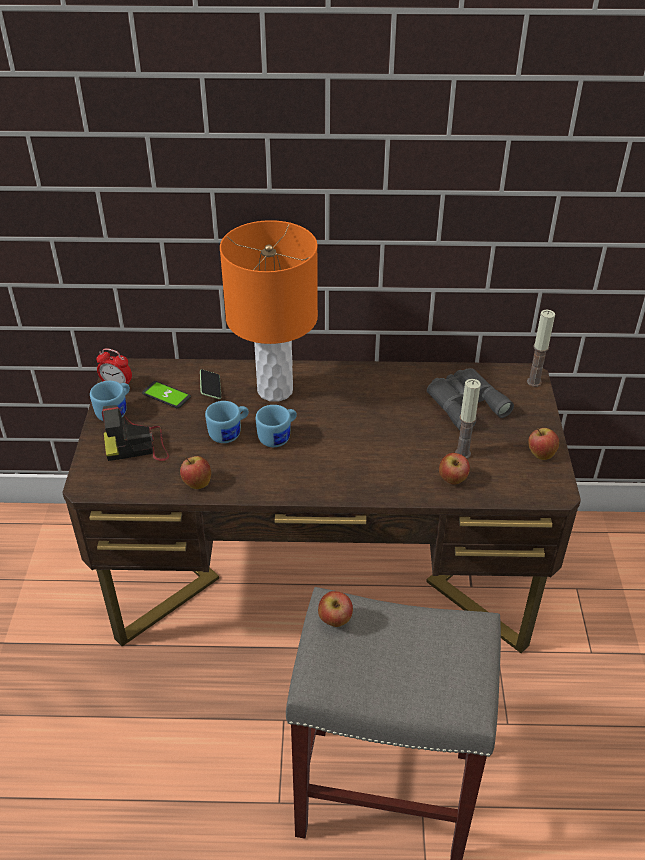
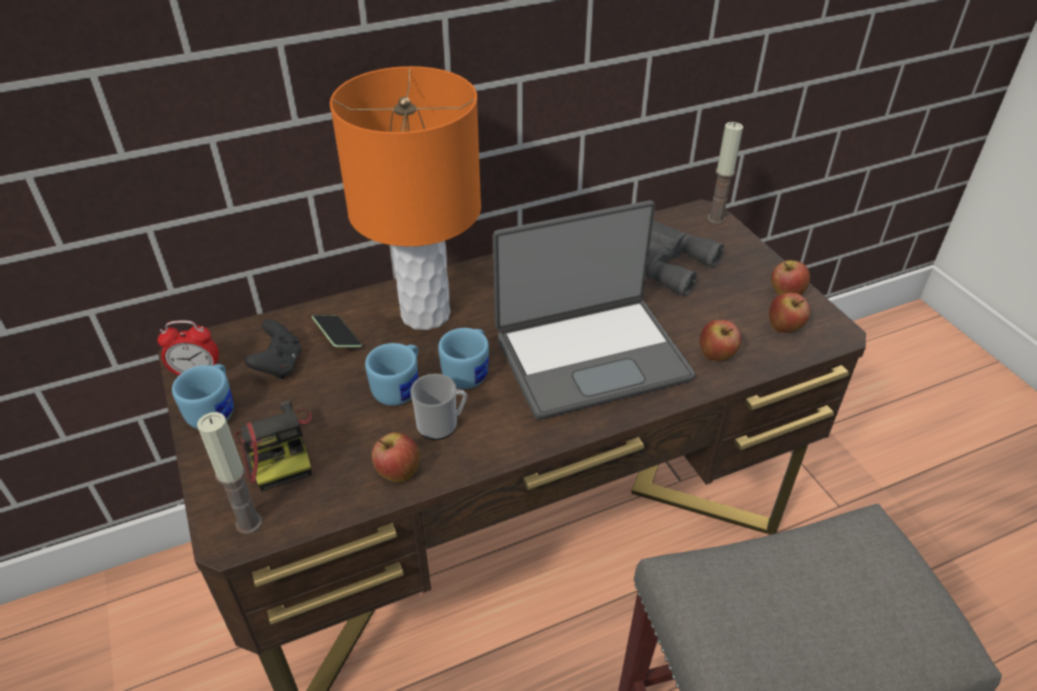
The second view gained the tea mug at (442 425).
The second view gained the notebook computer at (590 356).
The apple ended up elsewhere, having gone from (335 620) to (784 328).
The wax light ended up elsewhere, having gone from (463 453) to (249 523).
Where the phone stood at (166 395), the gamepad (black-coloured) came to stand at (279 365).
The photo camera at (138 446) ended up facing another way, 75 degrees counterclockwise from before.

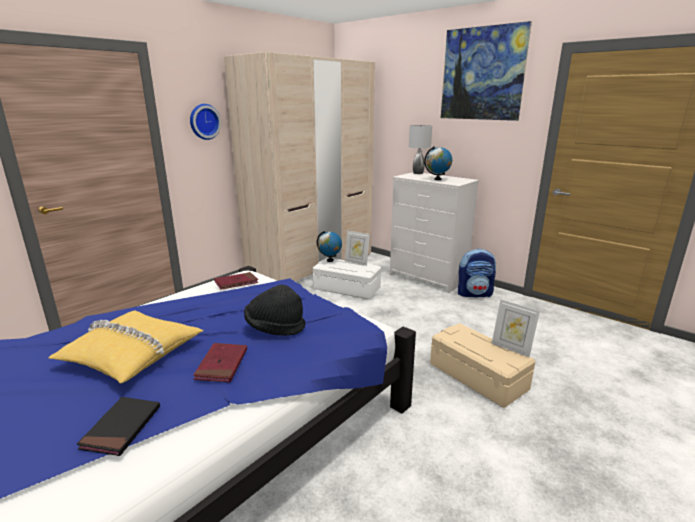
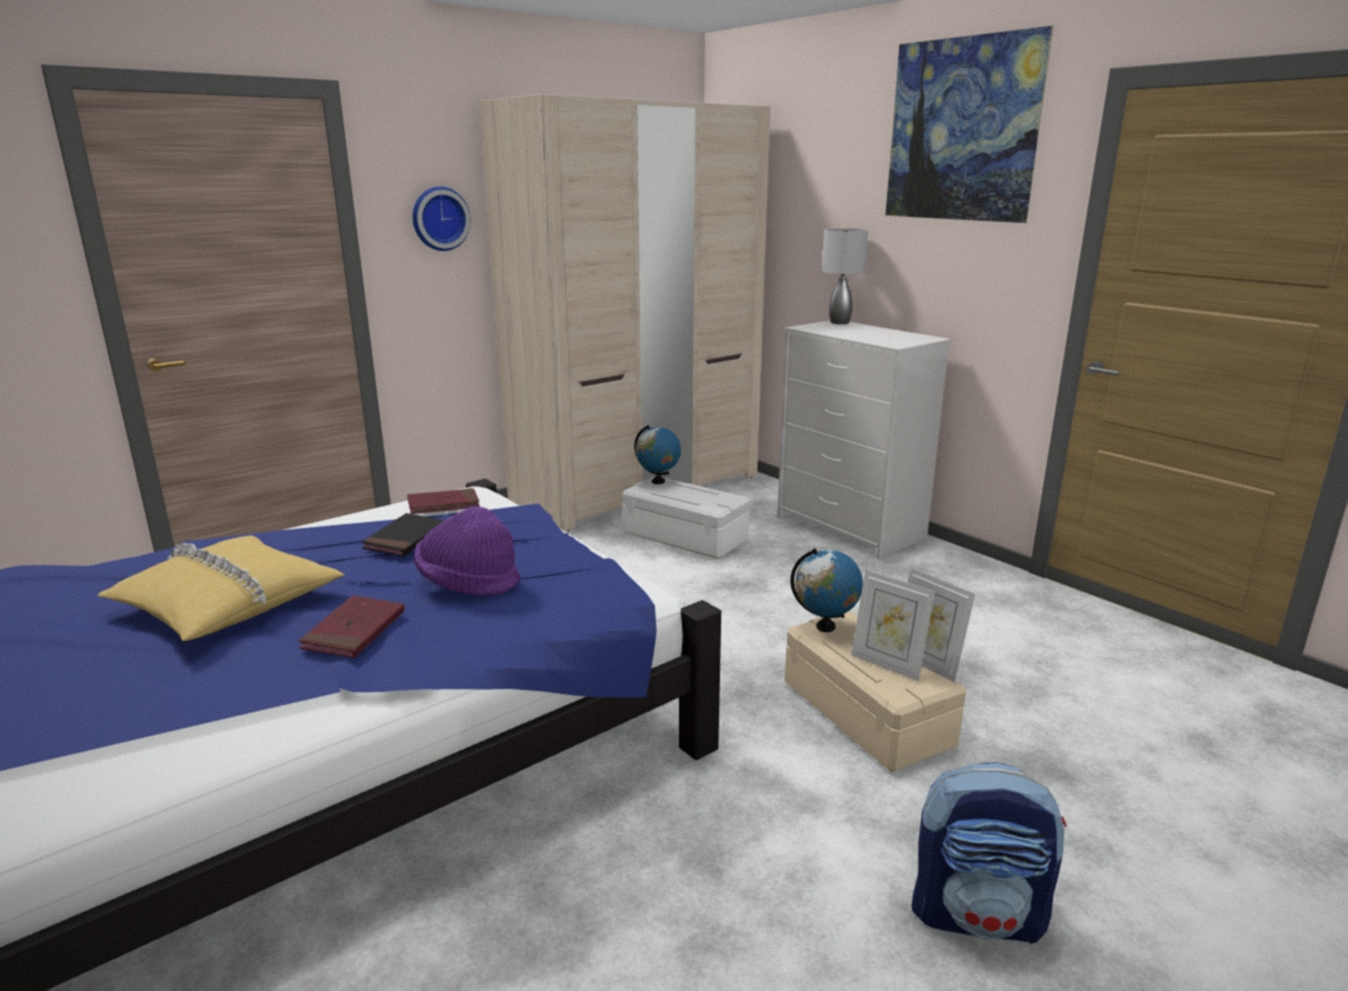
The book (black-coloured) ended up elsewhere, having gone from (122 428) to (405 539).
The picture frame ended up elsewhere, having gone from (356 262) to (887 664).
The world globe ended up elsewhere, having gone from (437 179) to (825 627).
The backpack ended up elsewhere, having gone from (474 293) to (978 915).
What was the clothing hat (black-coloured) at (275 328) turned into the clothing hat (purplish) at (468 582).

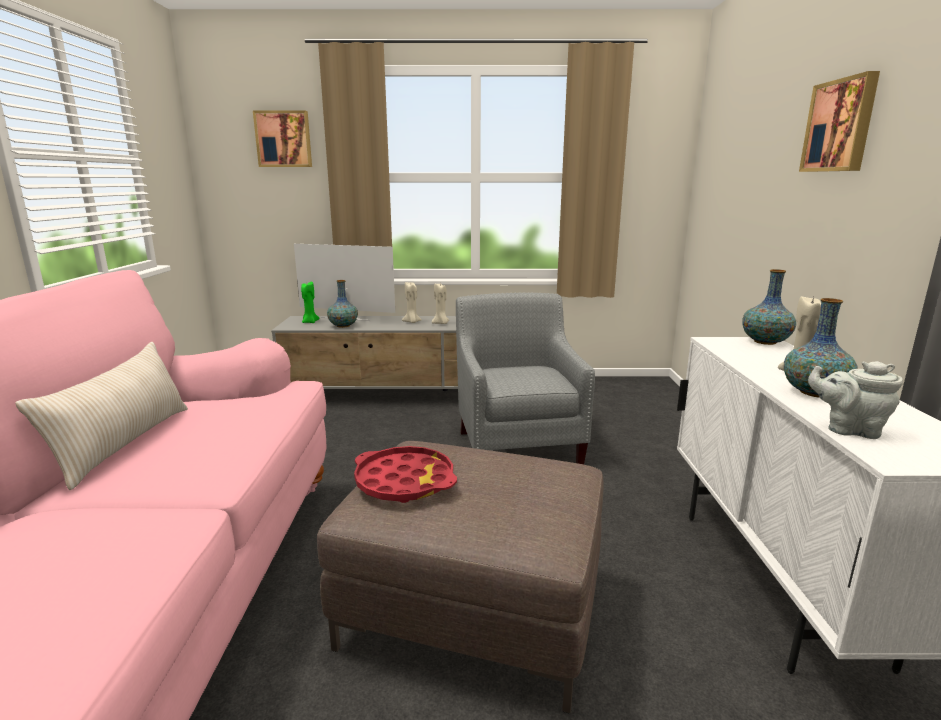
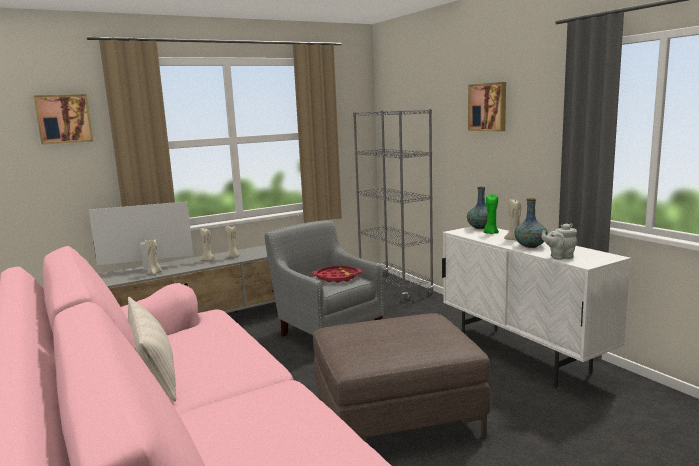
The second view gained the shelving unit (gray) at (395 287).
The wax light (greenish) ended up elsewhere, having gone from (310 322) to (490 233).
The tray (red) ended up elsewhere, having gone from (404 481) to (337 278).
Where the vase stood at (343 326), the wax light (beige-coloured) came to stand at (155 273).

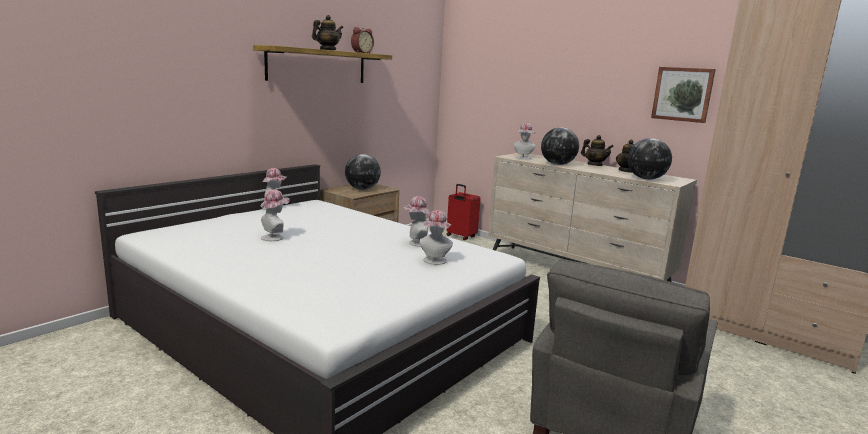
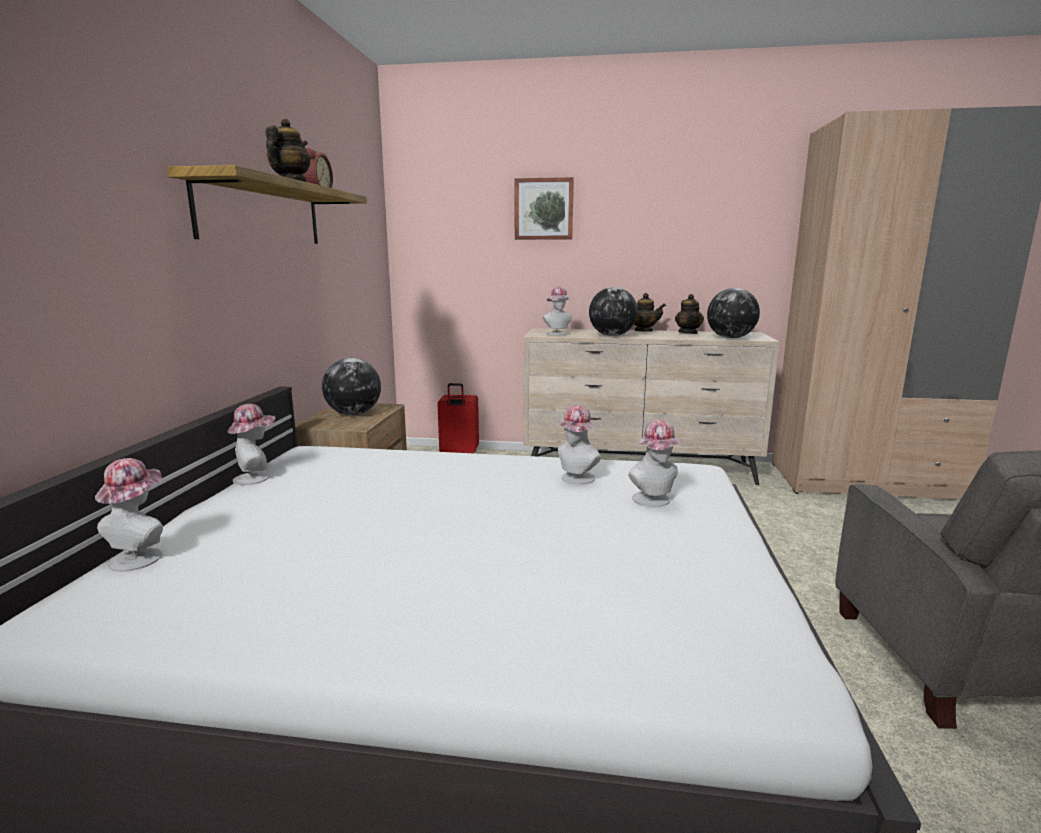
The clothing hat ended up elsewhere, having gone from (275 237) to (141 556).
The wall picture ended up elsewhere, having gone from (682 94) to (544 209).

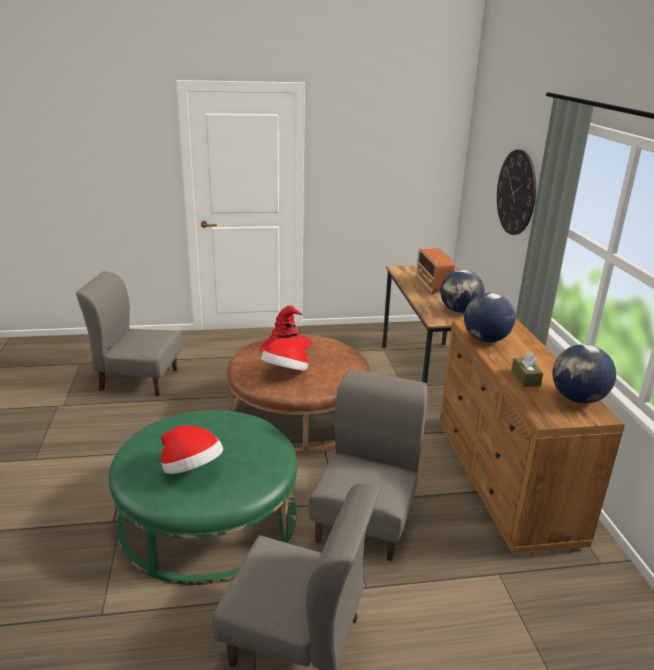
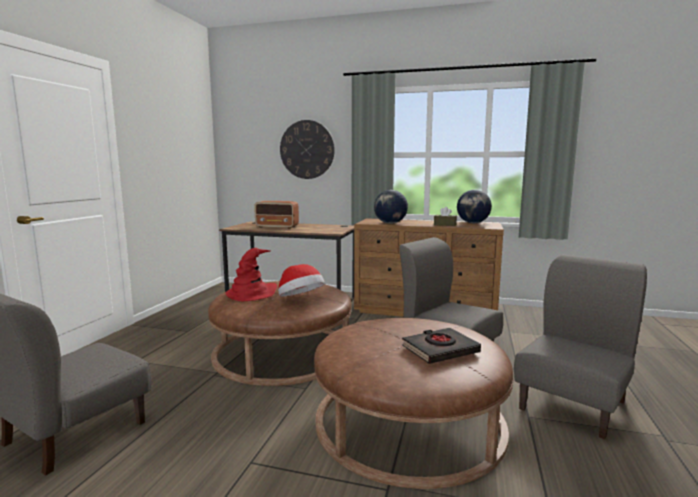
The second view lost the world globe at (459 311).
Where the clothing hat stood at (191 469), the book (black-coloured) came to stand at (440 350).
What was the ottoman (greenish) at (209 515) turned into the ottoman (brown) at (409 420).

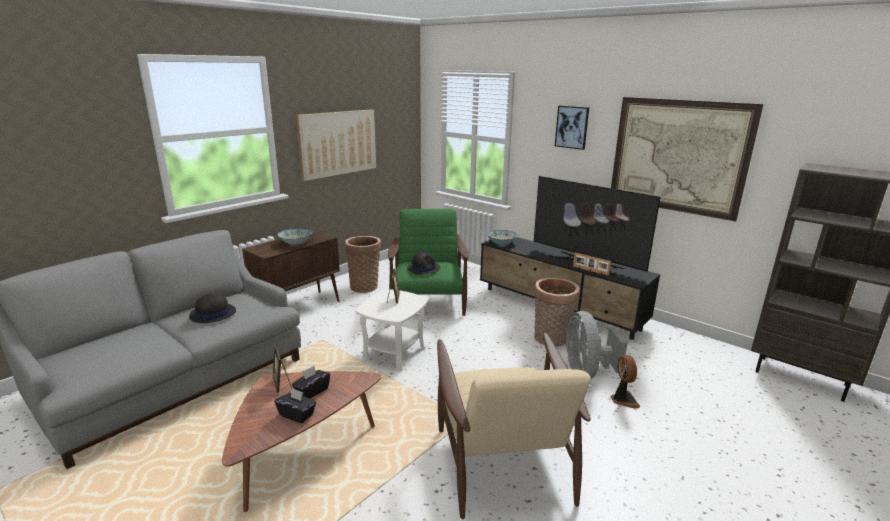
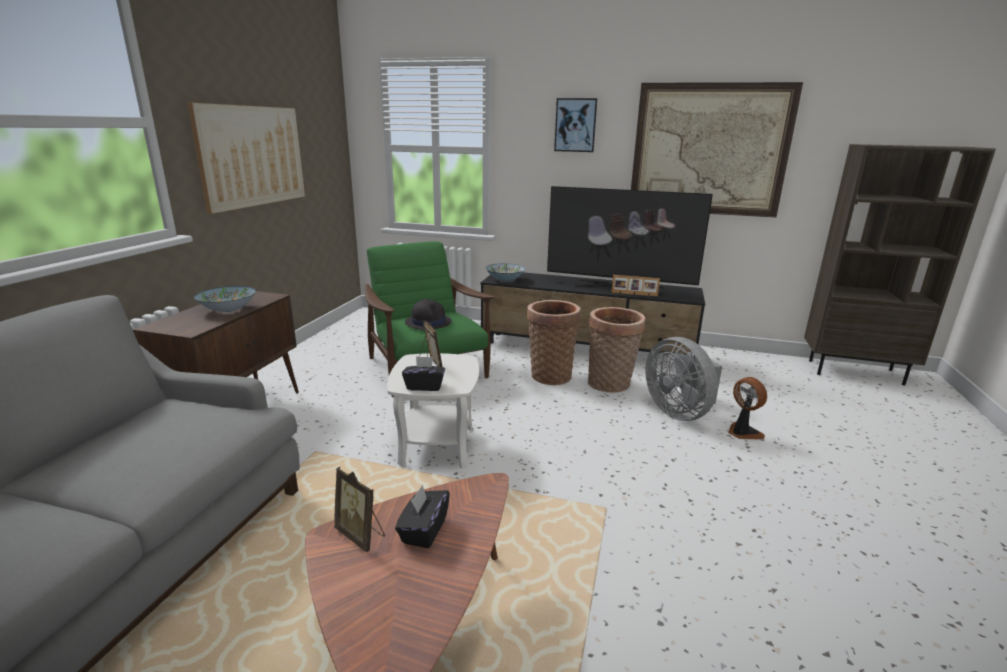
The second view lost the clothing hat (black-coloured) at (212 314).
The second view lost the armchair (beige-coloured) at (503 460).
The box of tissues (black-coloured) ended up elsewhere, having gone from (297 414) to (424 386).
The household basket ended up elsewhere, having gone from (364 286) to (550 375).

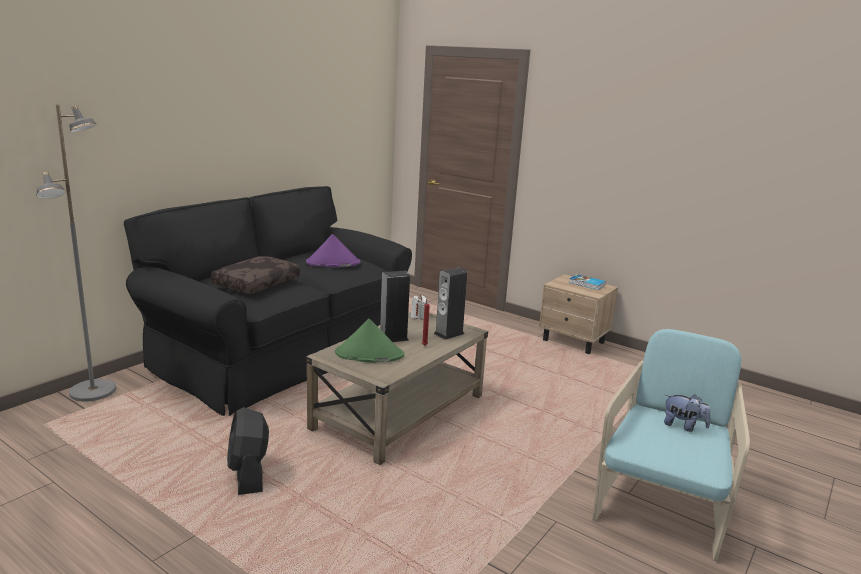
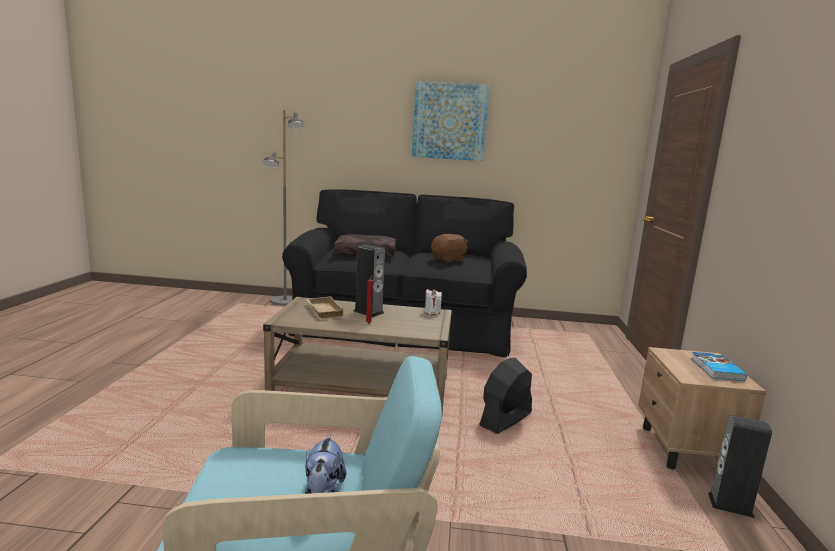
The second view gained the wall picture at (449 121).
The electric fan (black-coloured) ended up elsewhere, having gone from (248 473) to (505 419).
The loudspeaker ended up elsewhere, having gone from (449 333) to (730 505).
Where the clothing hat (purplish) stood at (333 263), the soft toy (brown) came to stand at (449 260).
Where the clothing hat (greenish) stood at (369 354), the tray (beige-coloured) came to stand at (323 310).

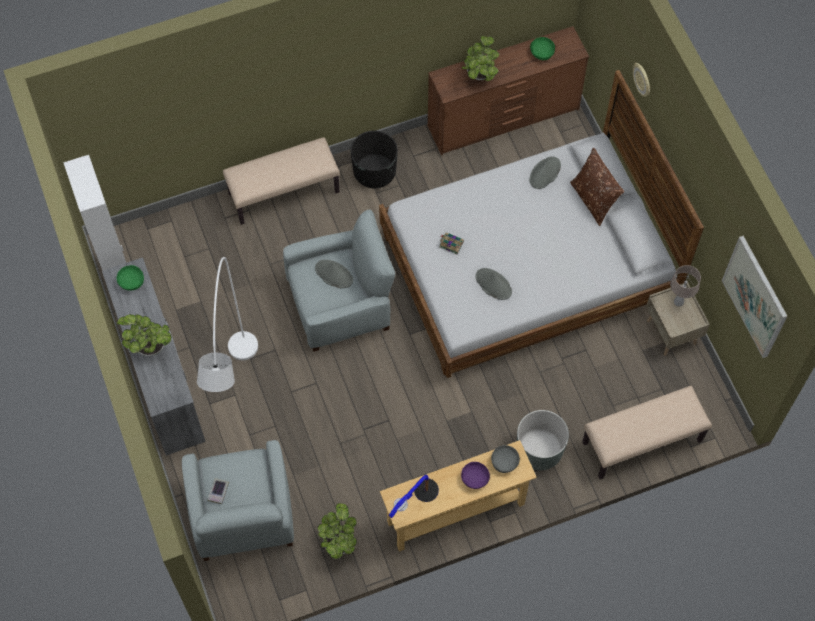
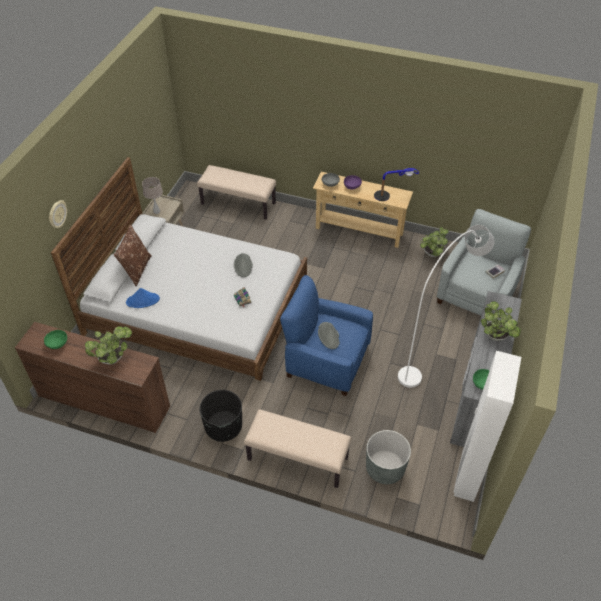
The second view lost the wall picture at (755 297).
The flower pot (gray) ended up elsewhere, having gone from (539 450) to (385 468).
What was the armchair (gray) at (341 304) turned into the armchair (bluish) at (326 360).
What was the clothing hat (gray) at (545 173) turned into the clothing hat (bluish) at (143 300).

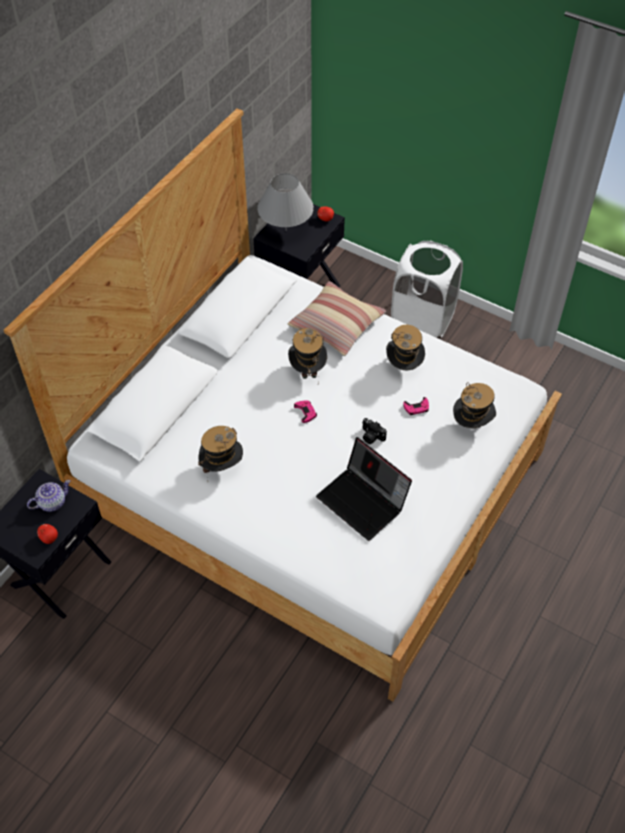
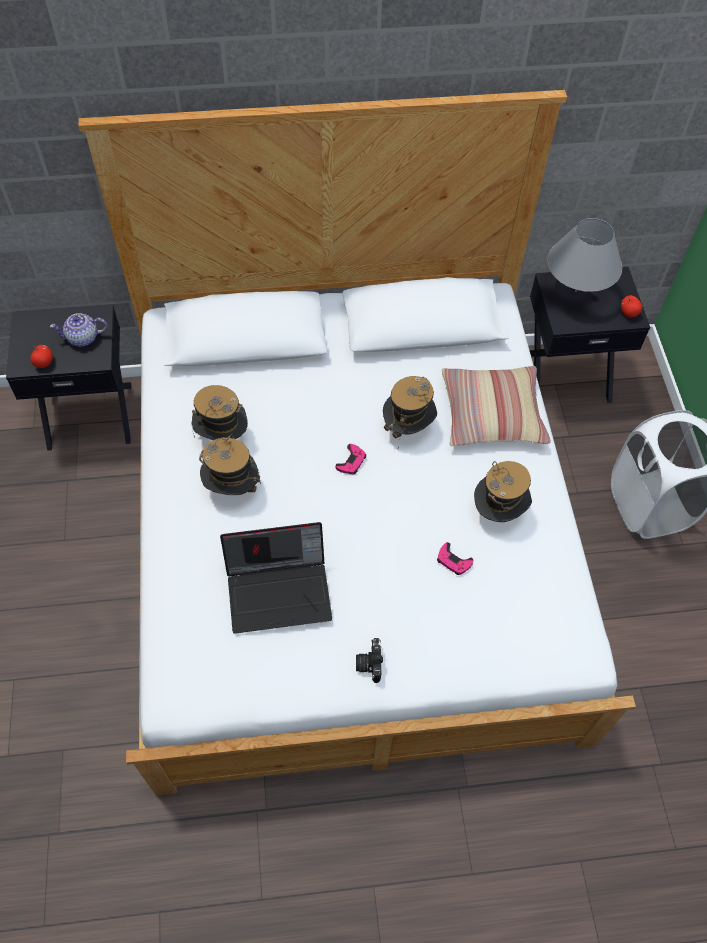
The photo camera ended up elsewhere, having gone from (371 437) to (369 664).
The clothing hat ended up elsewhere, having gone from (472 424) to (232 488).
The tea pot at (51 502) ended up facing another way, 150 degrees clockwise from before.
The notebook computer at (363 502) ended up facing another way, 105 degrees counterclockwise from before.

